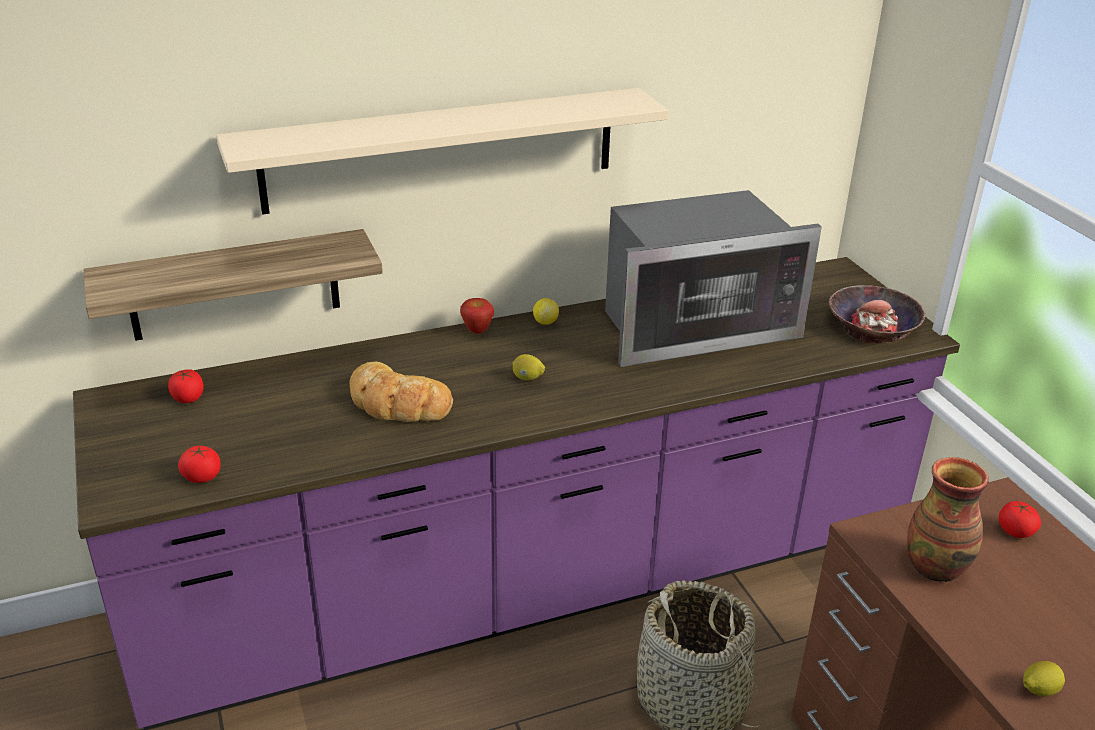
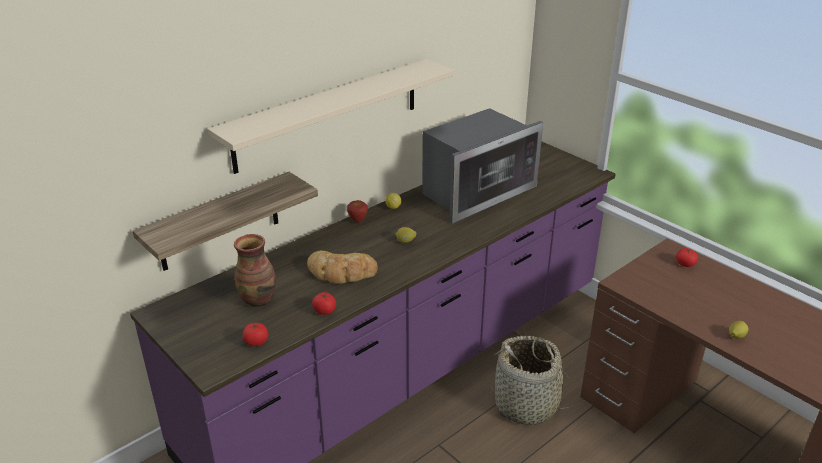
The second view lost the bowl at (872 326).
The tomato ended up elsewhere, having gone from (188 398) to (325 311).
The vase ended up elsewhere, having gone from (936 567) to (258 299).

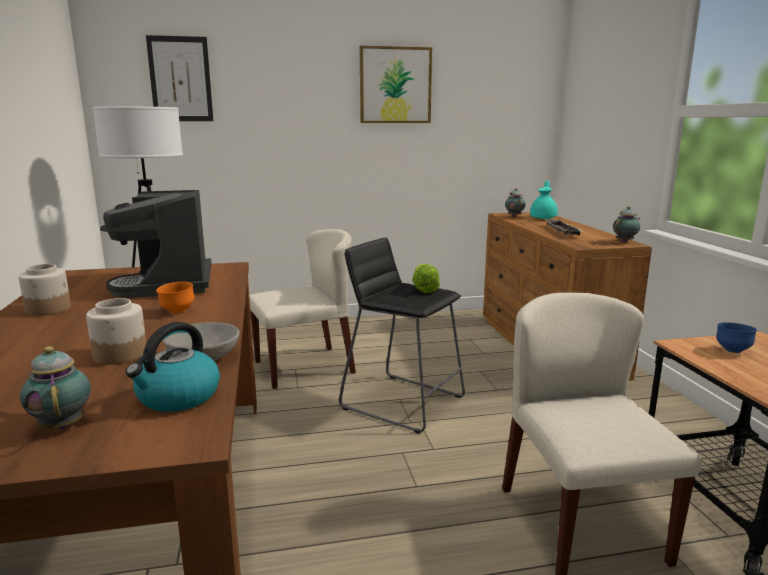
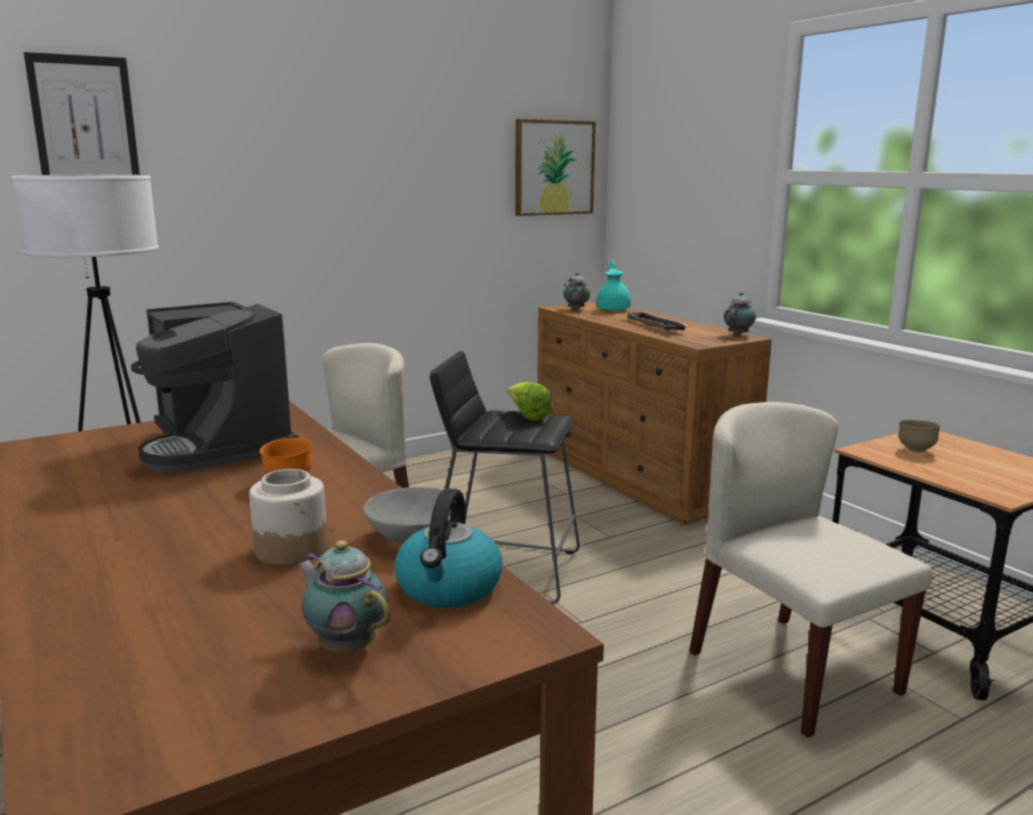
The second view lost the preserve jar at (49 309).
The wall picture ended up elsewhere, having gone from (395 85) to (554 168).
What was the bowl (bluish) at (732 350) turned into the bowl (brown) at (915 450).

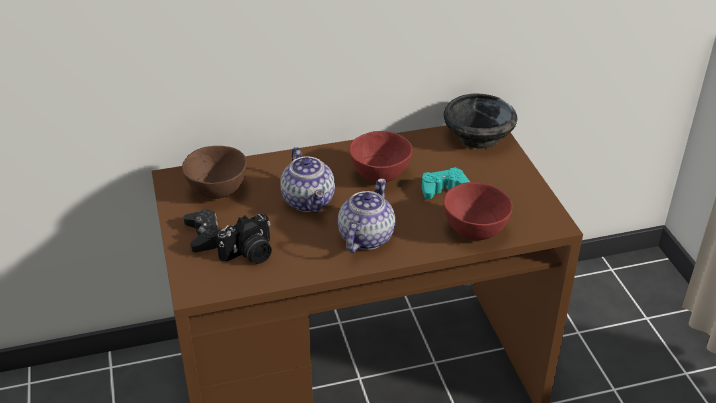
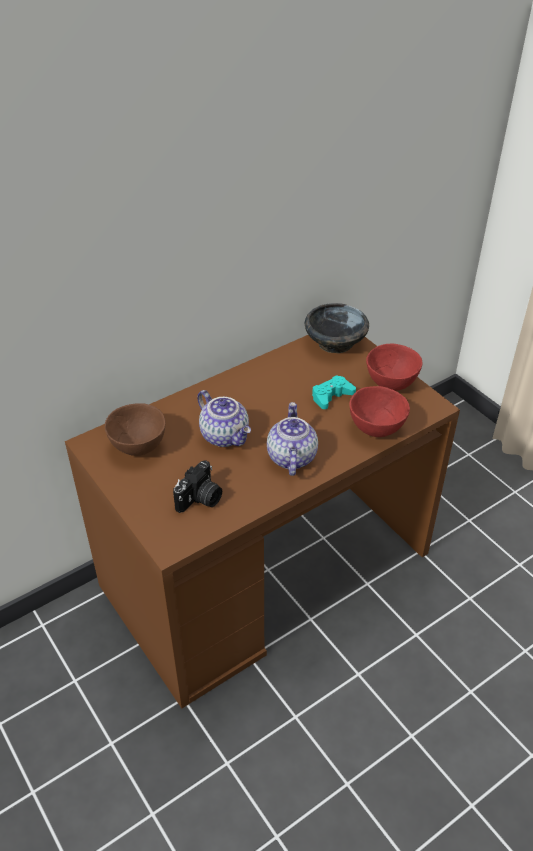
The second view lost the gamepad (black-coloured) at (204 236).
The bowl (red) ended up elsewhere, having gone from (379 176) to (390 384).

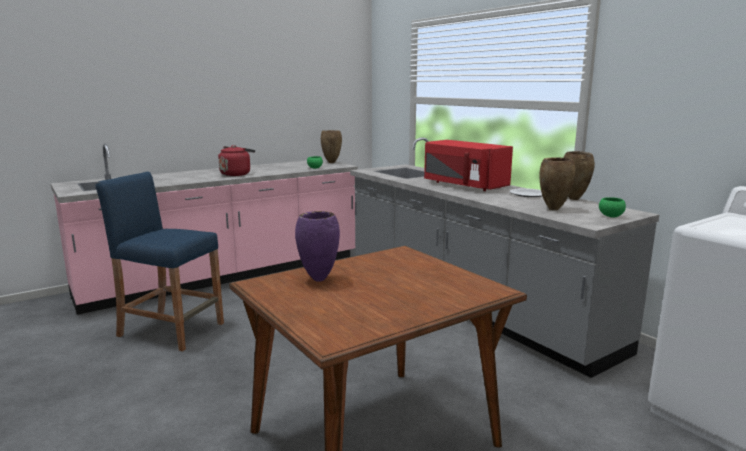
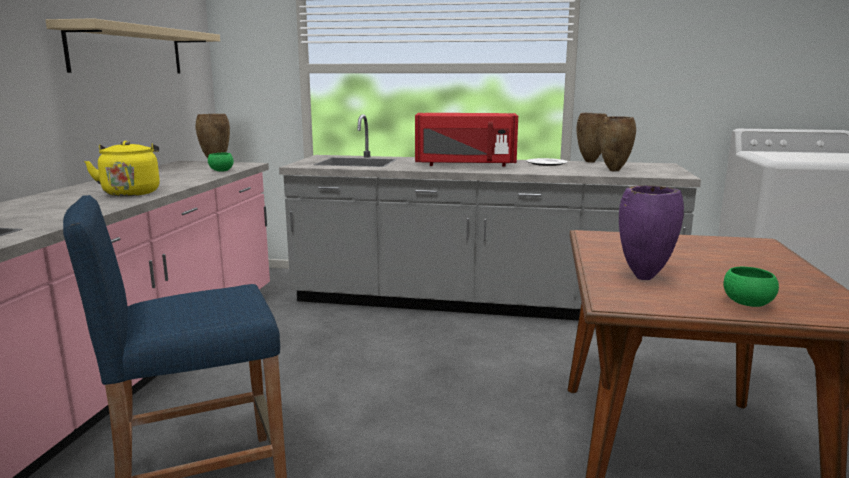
The second view gained the shelf (beige-coloured) at (128 50).
The bowl (greenish) ended up elsewhere, having gone from (610 216) to (747 304).
What was the kettle (red) at (236 174) turned into the kettle (yellow) at (131 192).

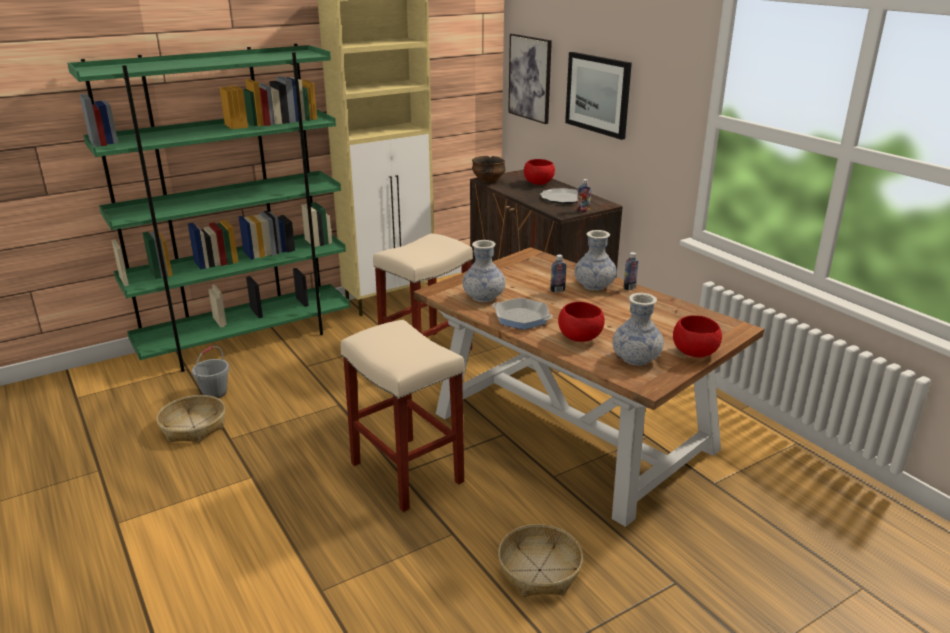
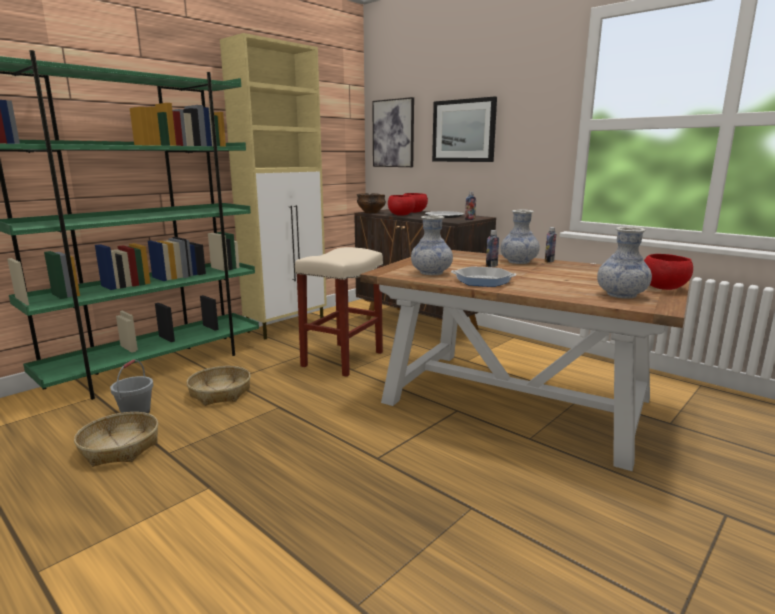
The second view lost the sitting stool (beige-coloured) at (405 472).
The household basket ended up elsewhere, having gone from (539 570) to (220 393).
The bowl (red) ended up elsewhere, having gone from (580 338) to (401 215).

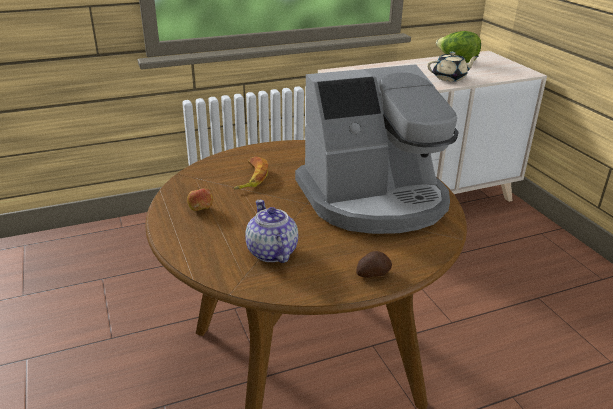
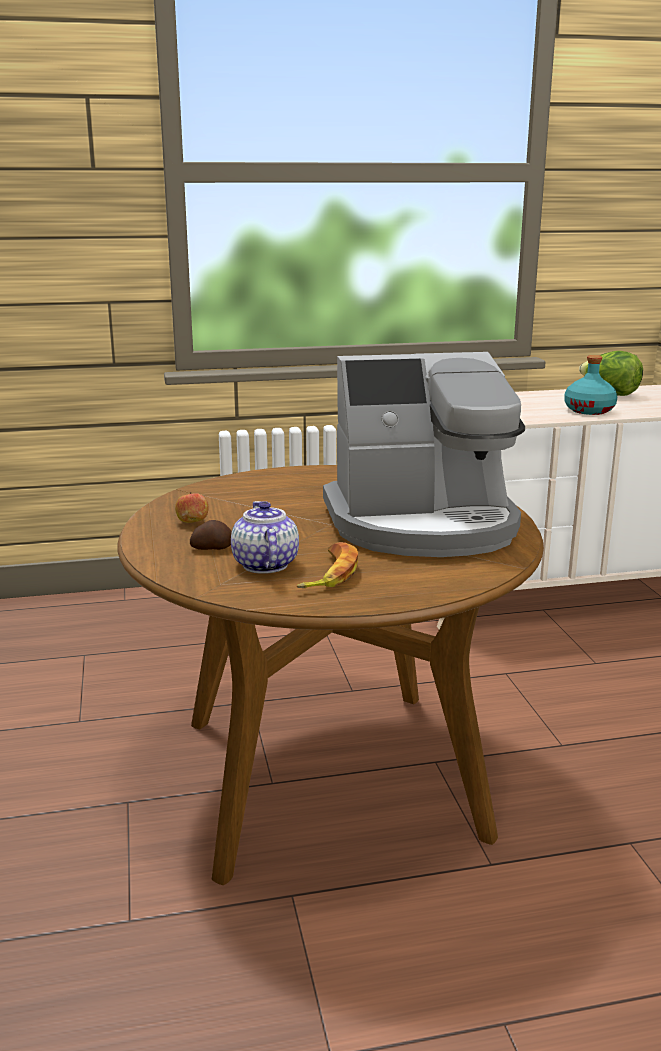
The whole banana ended up elsewhere, having gone from (251 177) to (329 574).
The whole potato ended up elsewhere, having gone from (372 273) to (212 548).
Where the tea pot (beige-coloured) stood at (450 78), the bottle (turquoise-coloured) came to stand at (589 410).

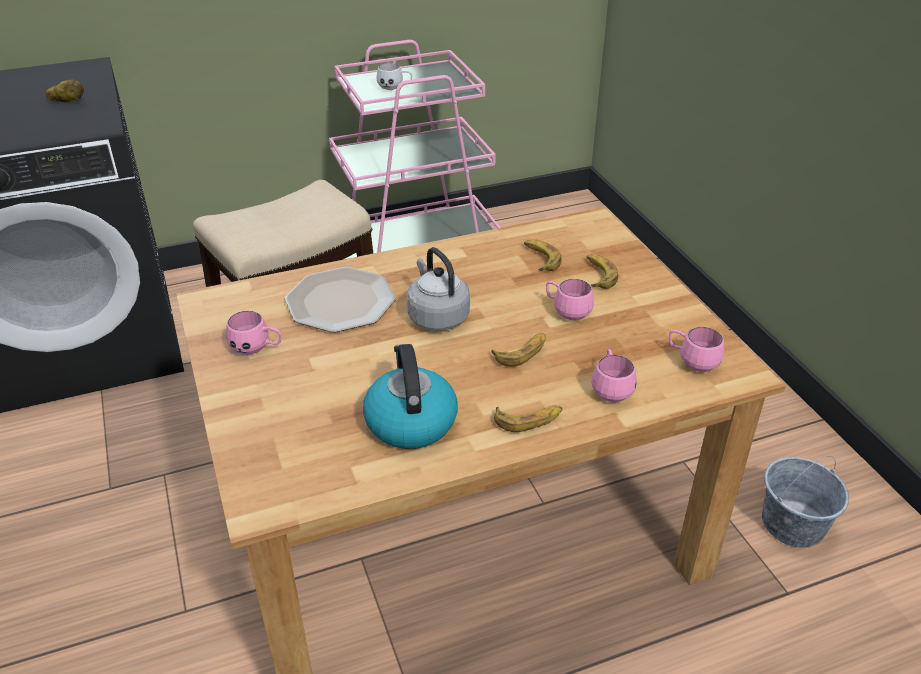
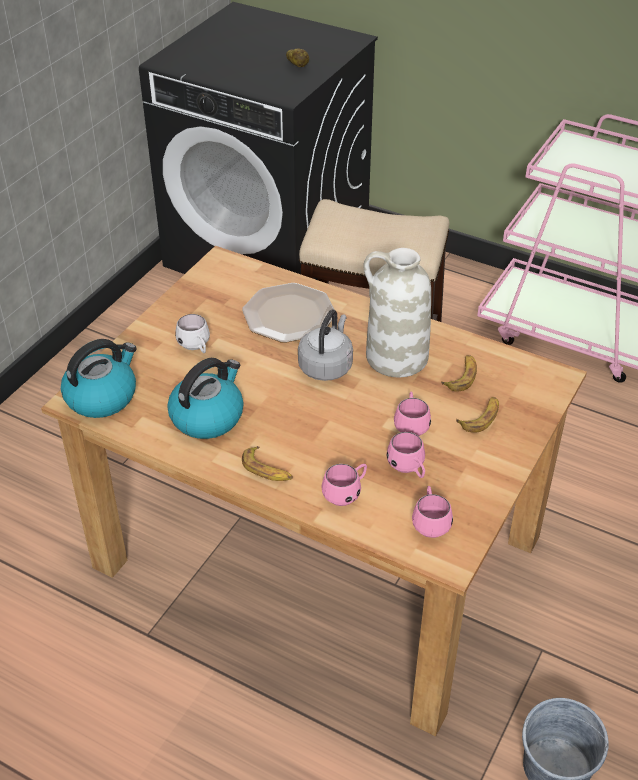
The second view lost the whole banana at (522 352).
The second view gained the kettle at (102 396).
The second view gained the vase (white) at (395 357).
The tea mug (pinkish) ended up elsewhere, having gone from (257 348) to (408 469).
The tea mug (white) ended up elsewhere, having gone from (395 88) to (196 347).

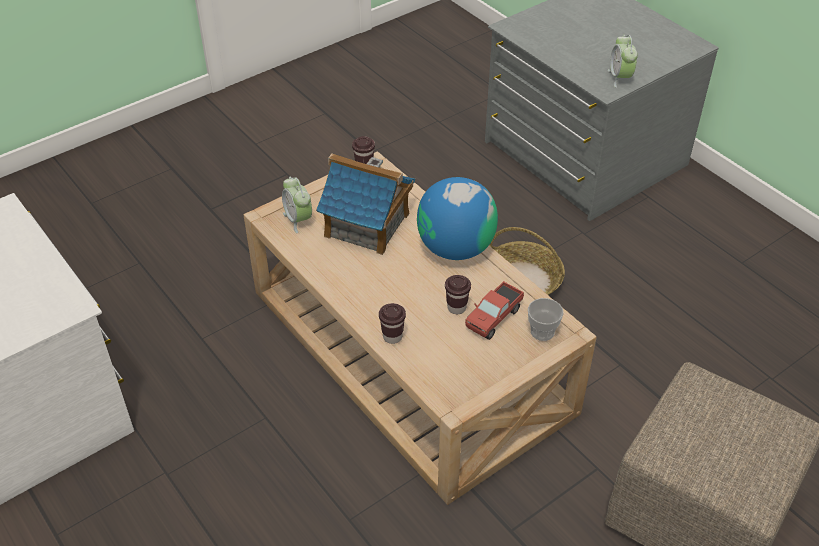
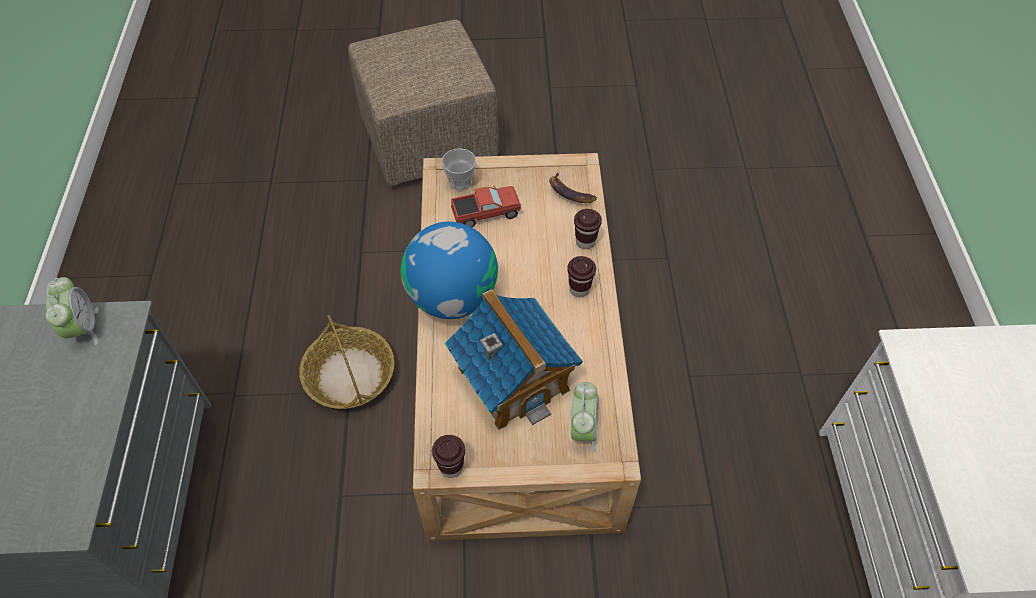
The second view gained the whole banana at (569 193).
The drinking cup (brown) ended up elsewhere, having gone from (456 308) to (579 289).
The bedside clock at (620 78) ended up facing another way, 45 degrees counterclockwise from before.

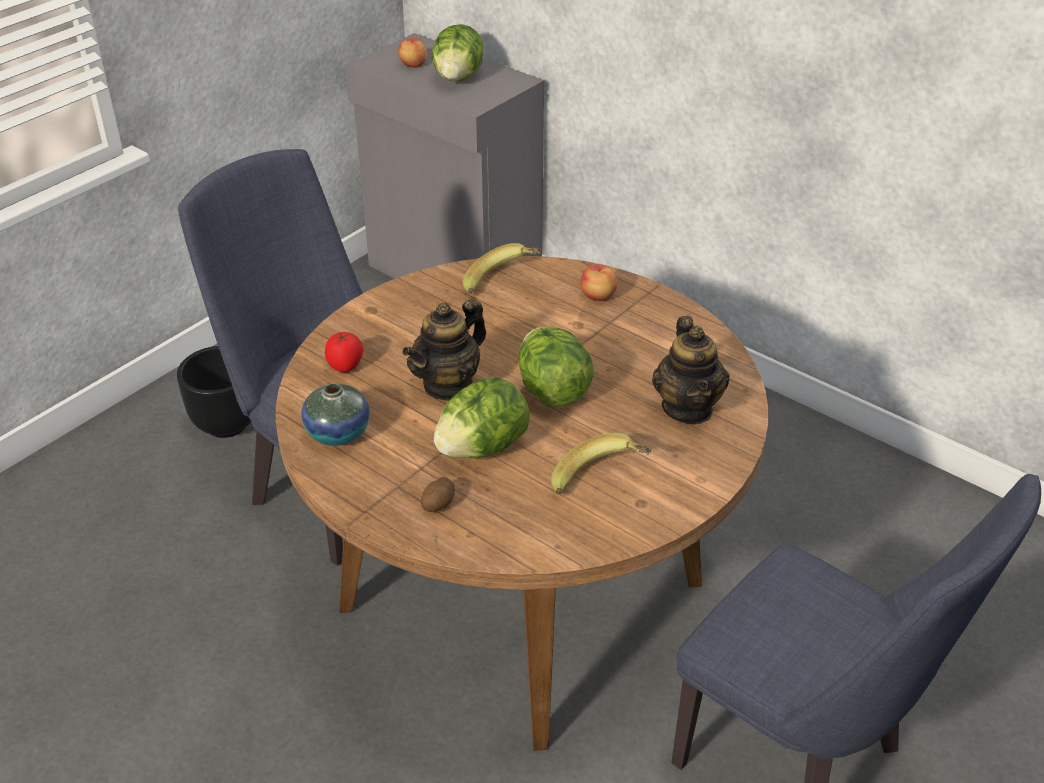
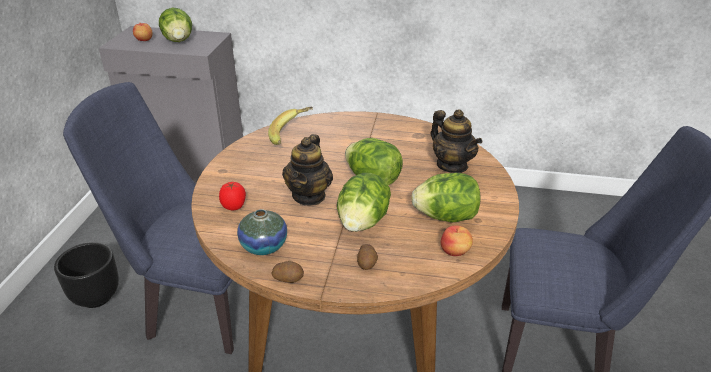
The second view gained the whole potato at (288 278).
The apple ended up elsewhere, having gone from (598 296) to (455 251).
Where the whole banana stood at (600 482), the lettuce head came to stand at (446 217).

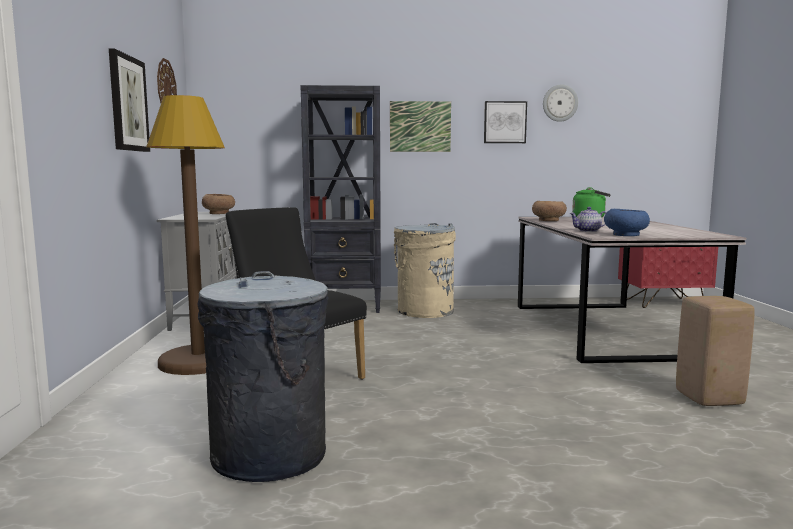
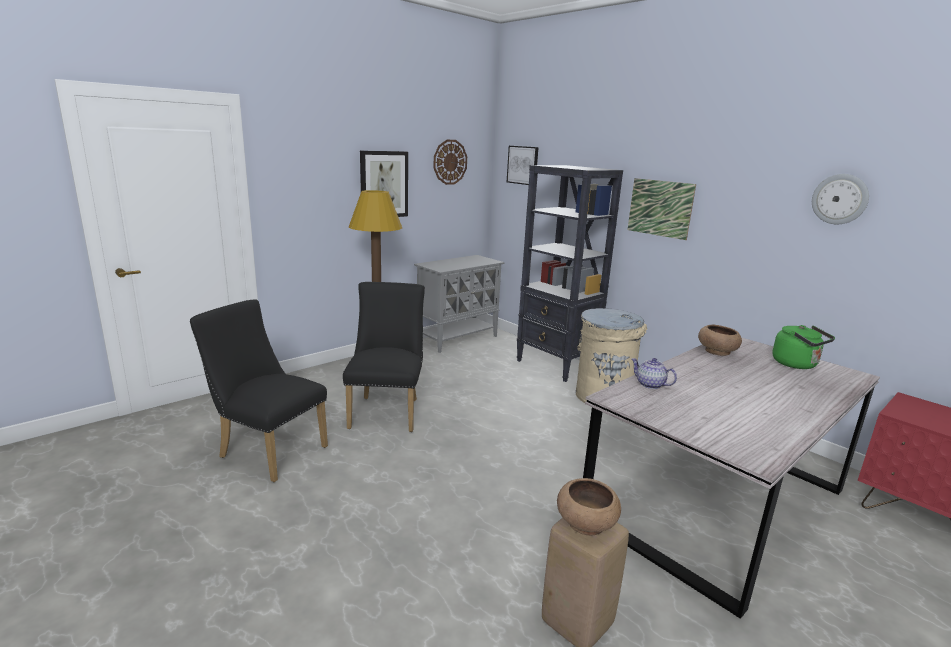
The second view lost the bowl (bluish) at (625 235).
The bowl (brown) ended up elsewhere, having gone from (219 213) to (586 523).
The wall picture ended up elsewhere, having gone from (505 122) to (523 165).
Where the waste bin (gray) stood at (268 455), the plain chair (black-coloured) came to stand at (268 450).

